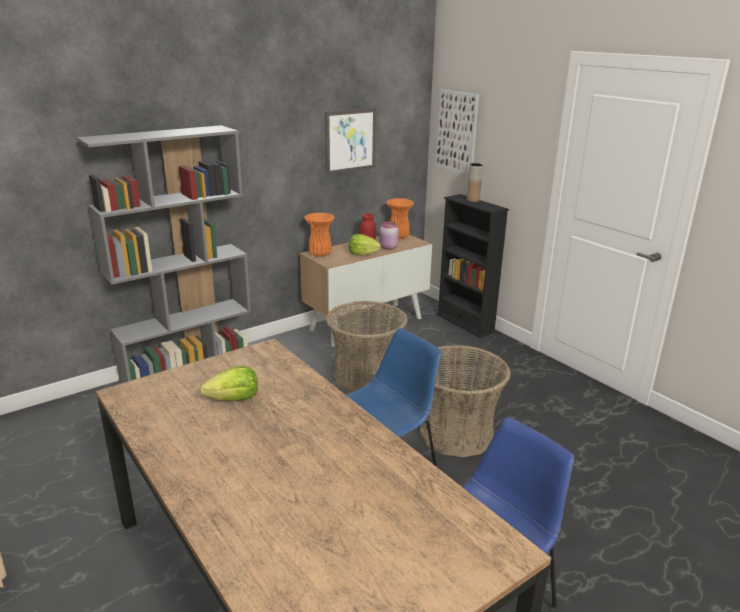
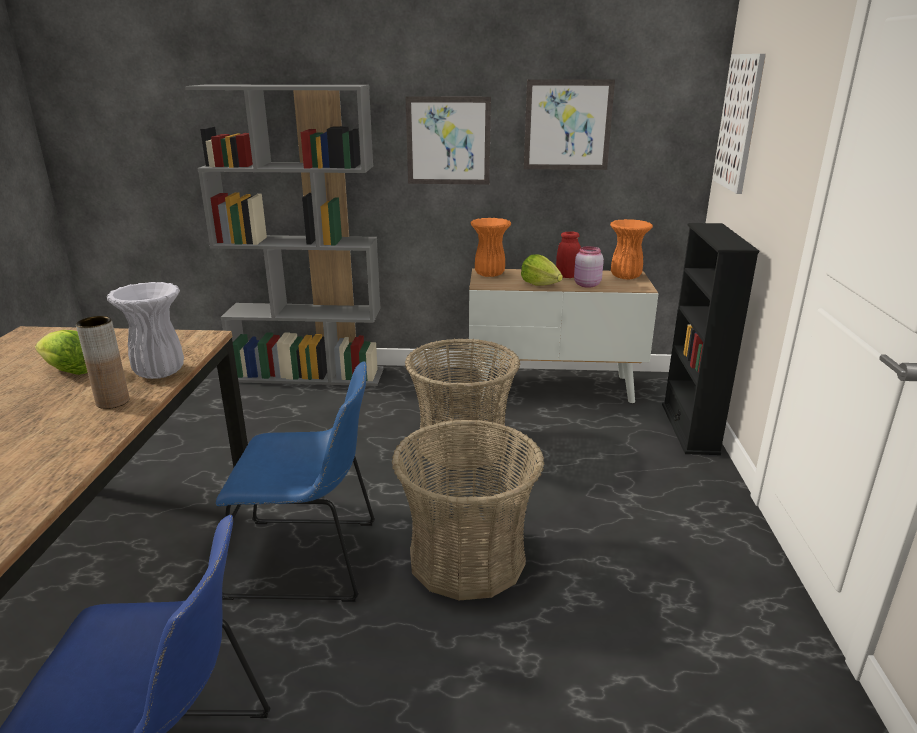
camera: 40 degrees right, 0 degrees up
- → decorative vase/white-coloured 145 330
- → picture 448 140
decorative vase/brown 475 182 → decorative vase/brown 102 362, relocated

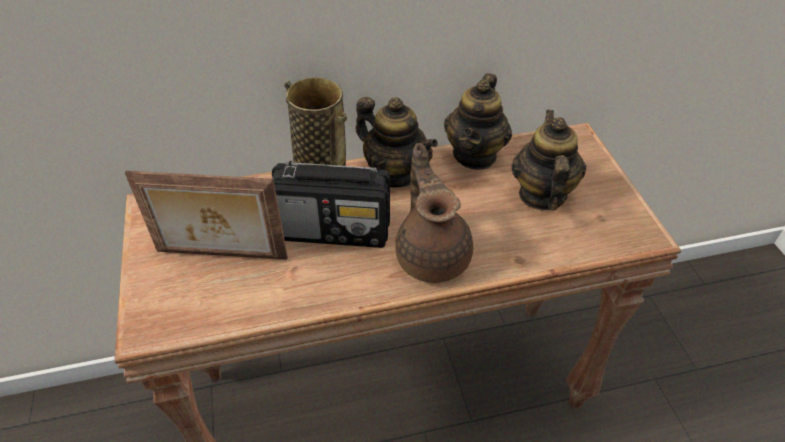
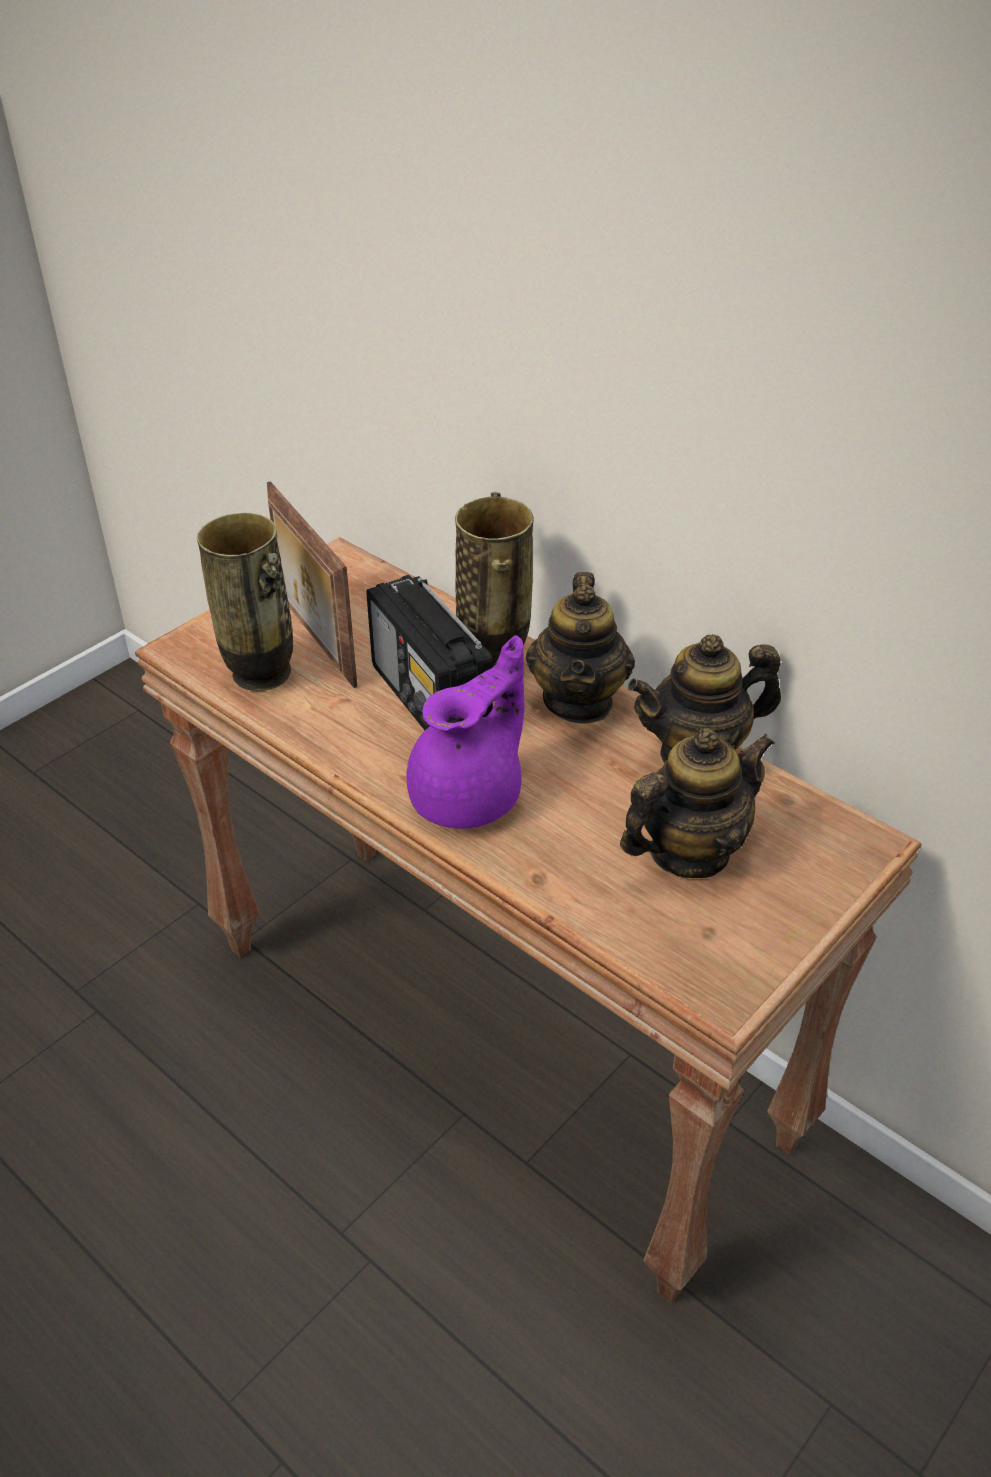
camera: 55 degrees right, 5 degrees down
- → decorative vase 245 602
teapot/brown 434 213 → teapot/purple 465 732

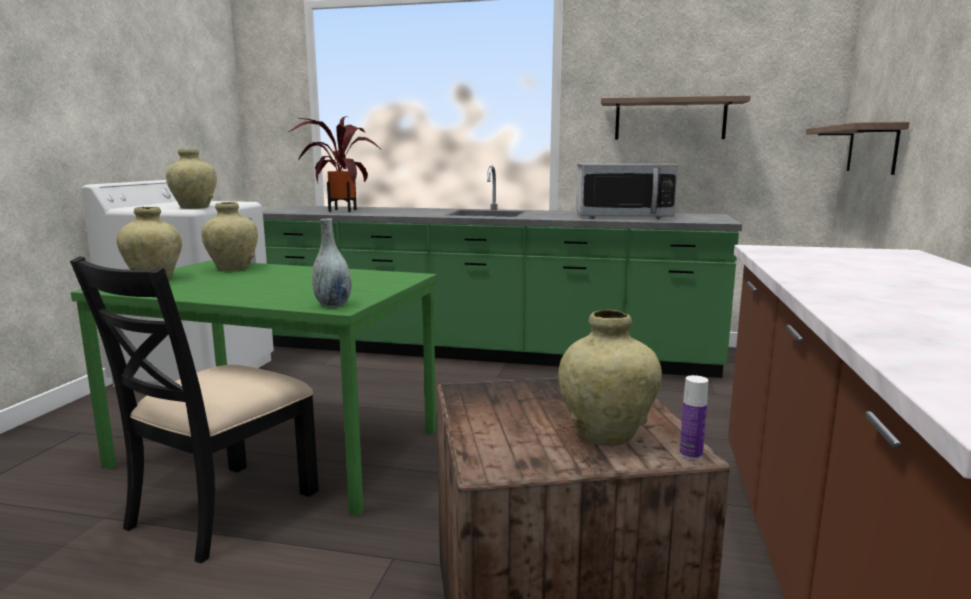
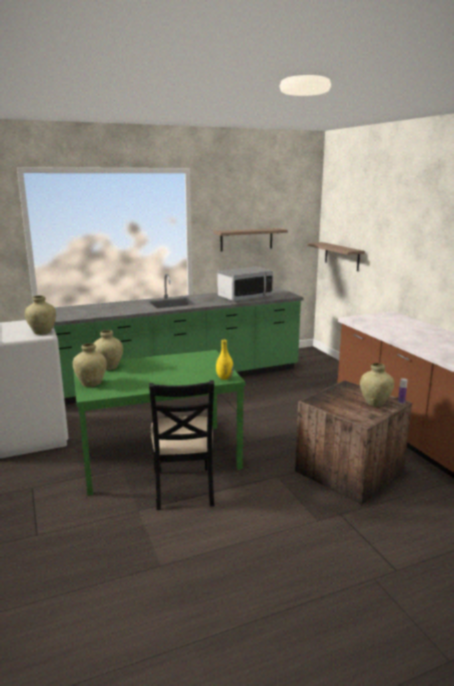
camera: 35 degrees left, 5 degrees up
houseplant 335 164 → -
decorative vase/grey 331 262 → decorative vase/yellowish 225 360

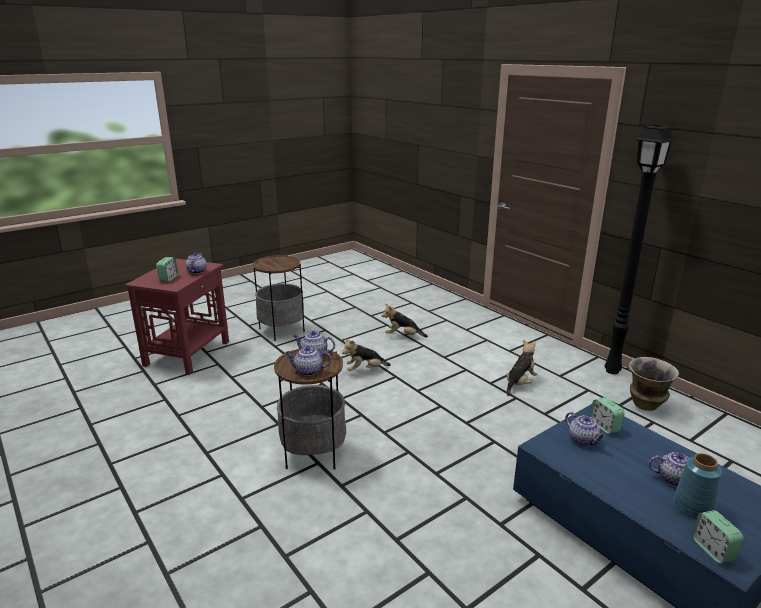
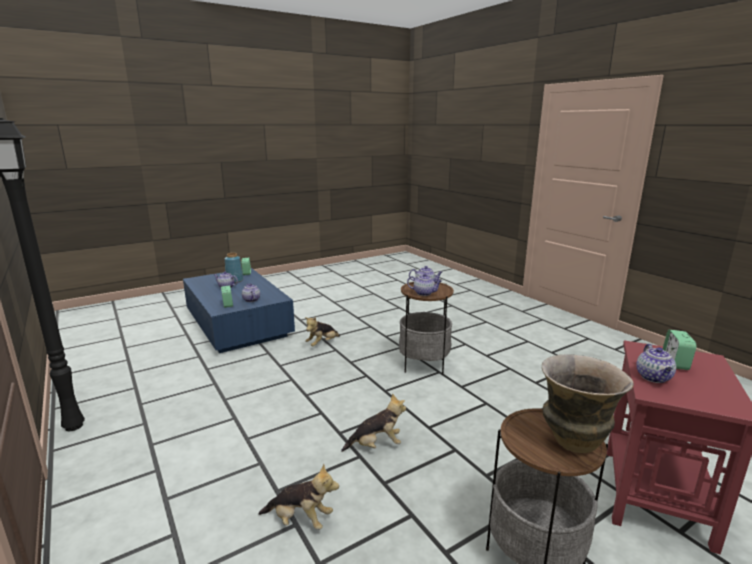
camera: 175 degrees left, 5 degrees down
plush toy 522 368 → plush toy 322 331, relocated
decorative vase 654 384 → decorative vase 588 403, relocated

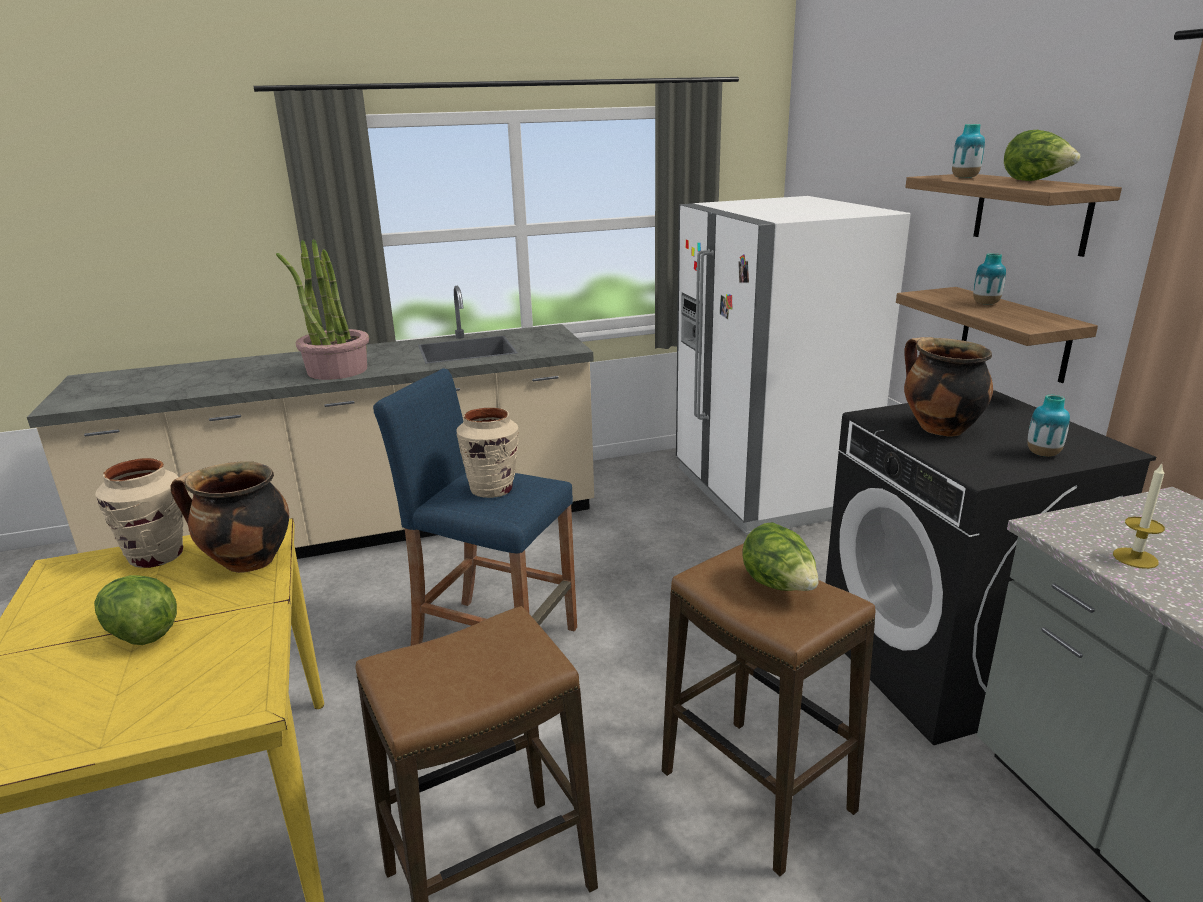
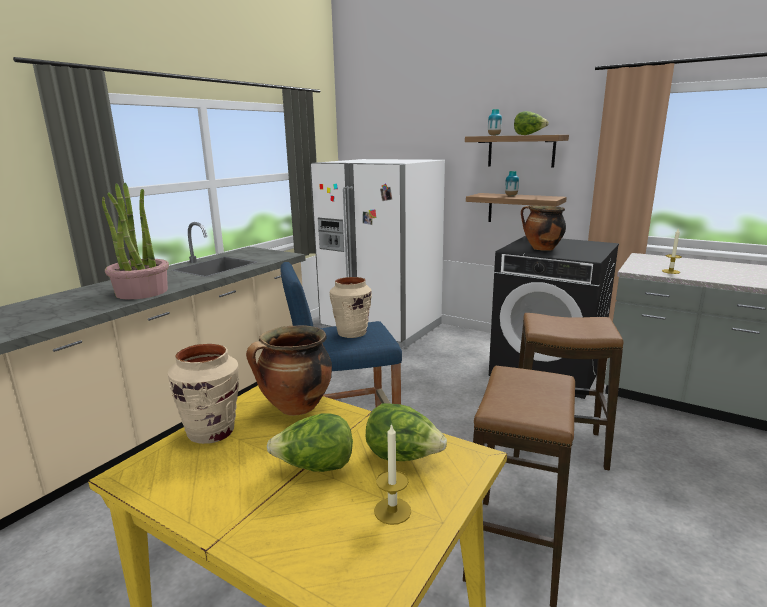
camera: 40 degrees left, 5 degrees down
decorative vase 1048 426 → -
- → wax light 392 474
head of lettuce 780 556 → head of lettuce 406 432, relocated

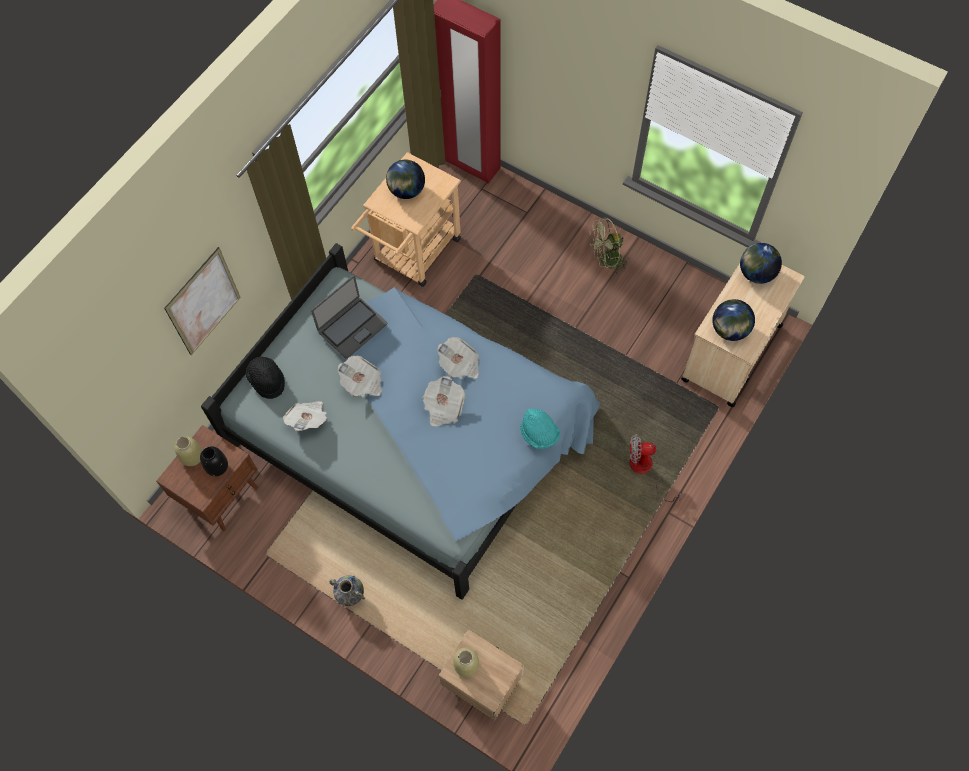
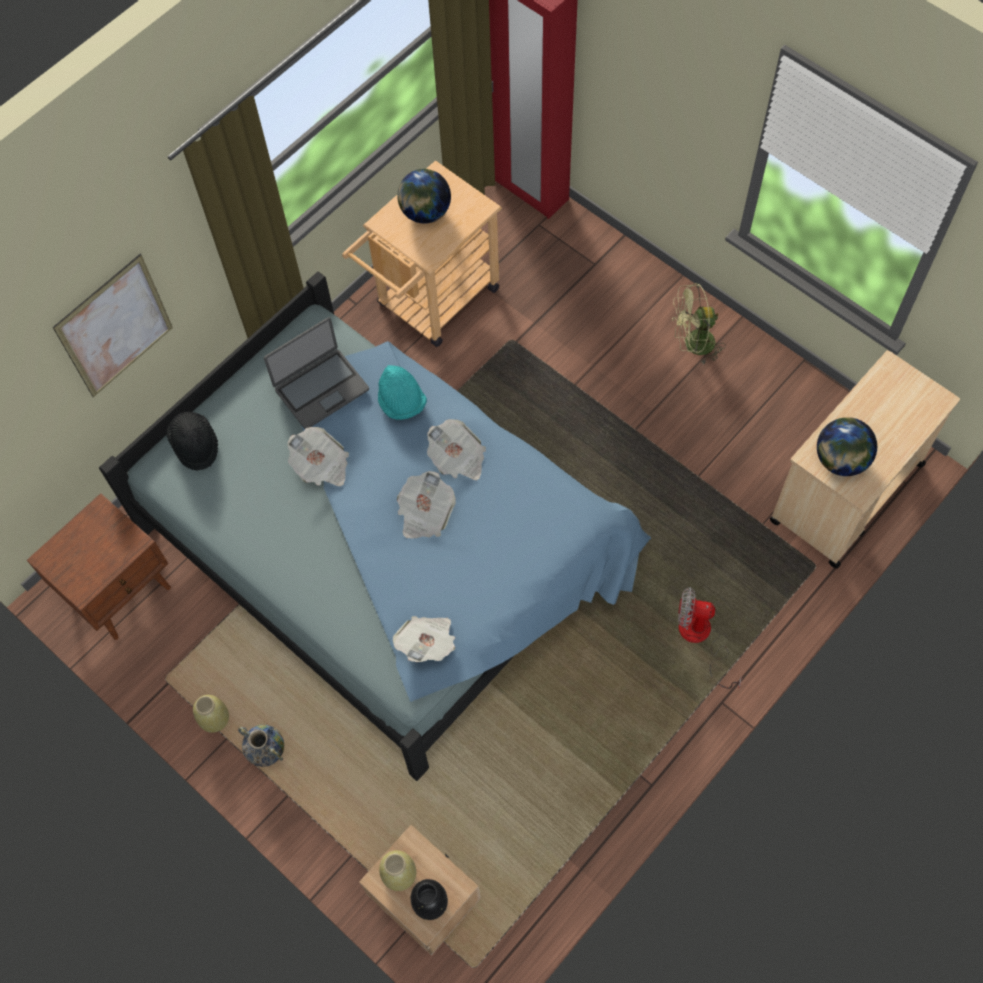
camera: 10 degrees right, 0 degrees up
globe 761 263 → -
decorative vase/beige-coloured 188 451 → decorative vase/beige-coloured 211 714, relocated
decorative vase/blackish 214 461 → decorative vase/blackish 429 899, relocated
daily paper 305 416 → daily paper 424 639, relocated
hat/blue-green 540 428 → hat/blue-green 402 392, relocated

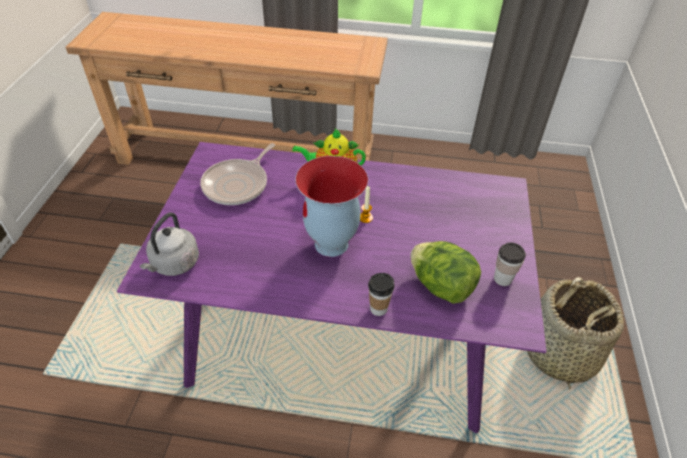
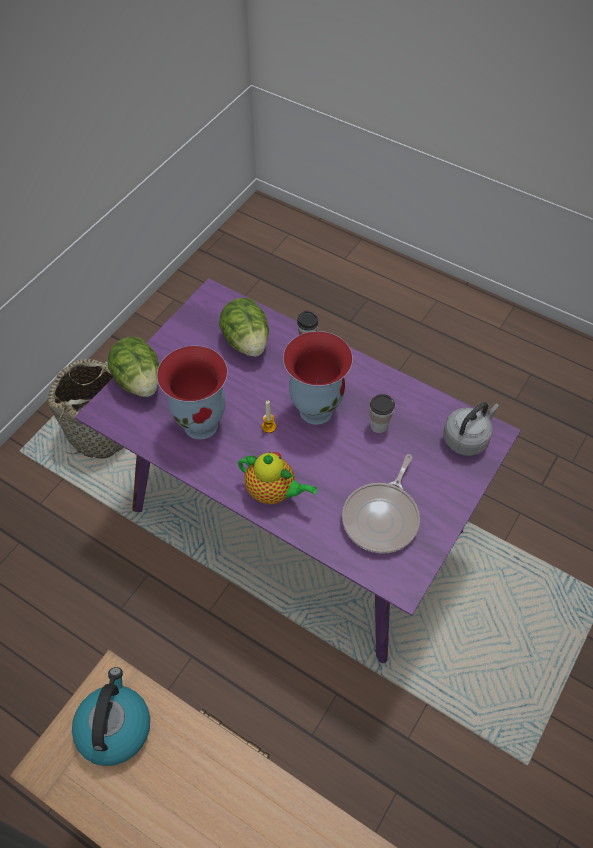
camera: 155 degrees left, 10 degrees up
- → kettle 111 716
- → head of lettuce 133 367
- → decorative vase 192 392
small cup 510 264 → small cup 382 413, relocated
pan 237 174 → pan 381 504, 150 degrees clockwise

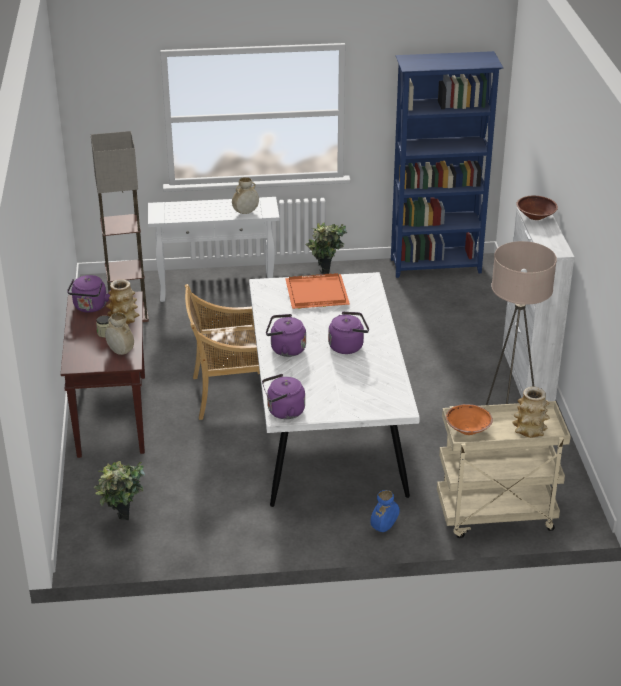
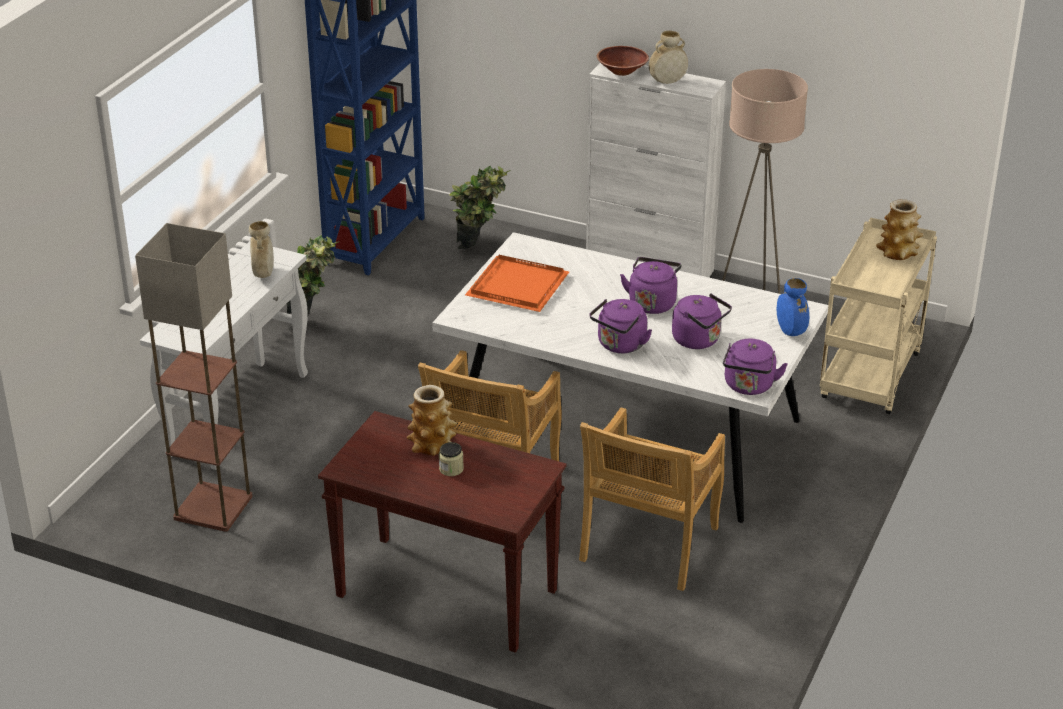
camera: 60 degrees left, 0 degrees up
serving bowl/orange-coloured 469 419 → -
- → chair/beige-coloured 652 499
kettle/purple 89 294 → kettle/purple 702 321, relocated
houseplant 119 490 → houseplant 480 207, relocated
decorative vase/beige-coloured 119 333 → decorative vase/beige-coloured 668 57, relocated
decorative vase/blue 385 511 → decorative vase/blue 793 307, relocated

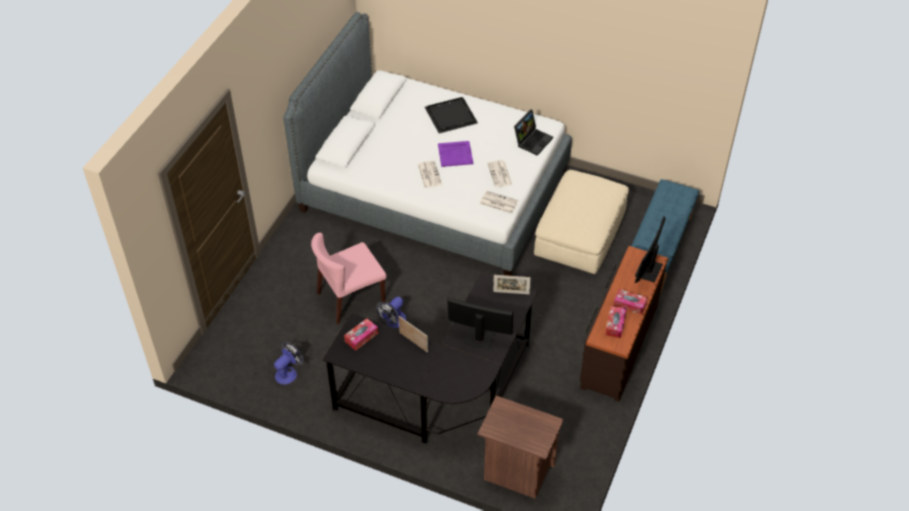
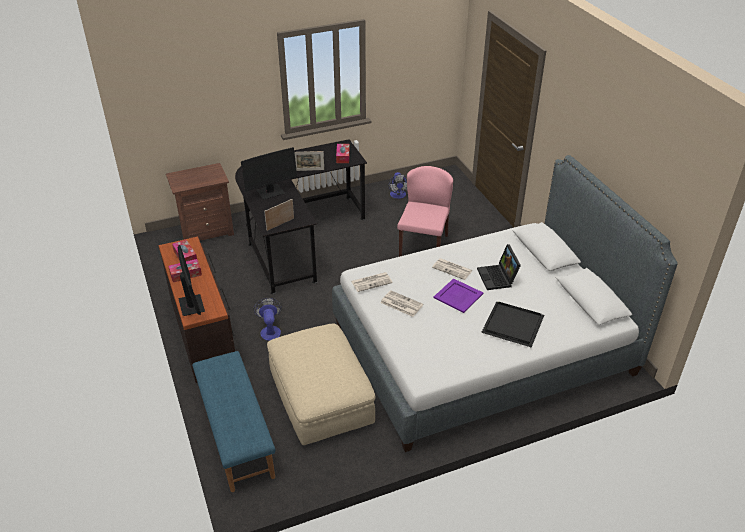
camera: 135 degrees right, 10 degrees down
cooling fan 391 312 → cooling fan 268 319, relocated
portable computer 533 132 → portable computer 499 267, relocated

